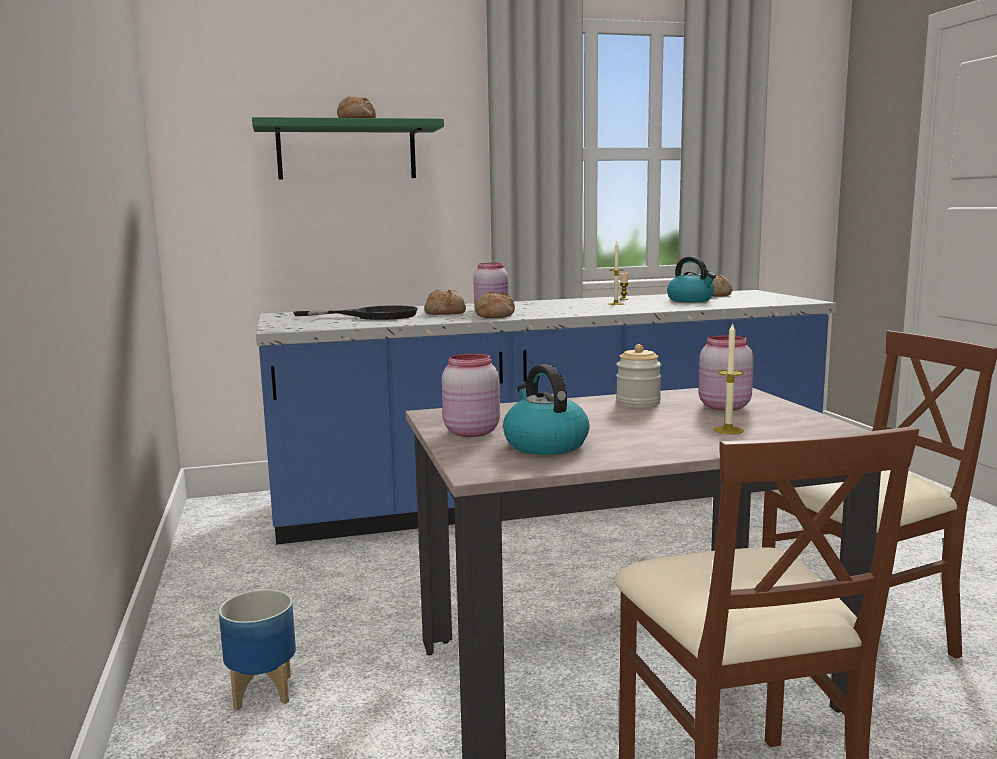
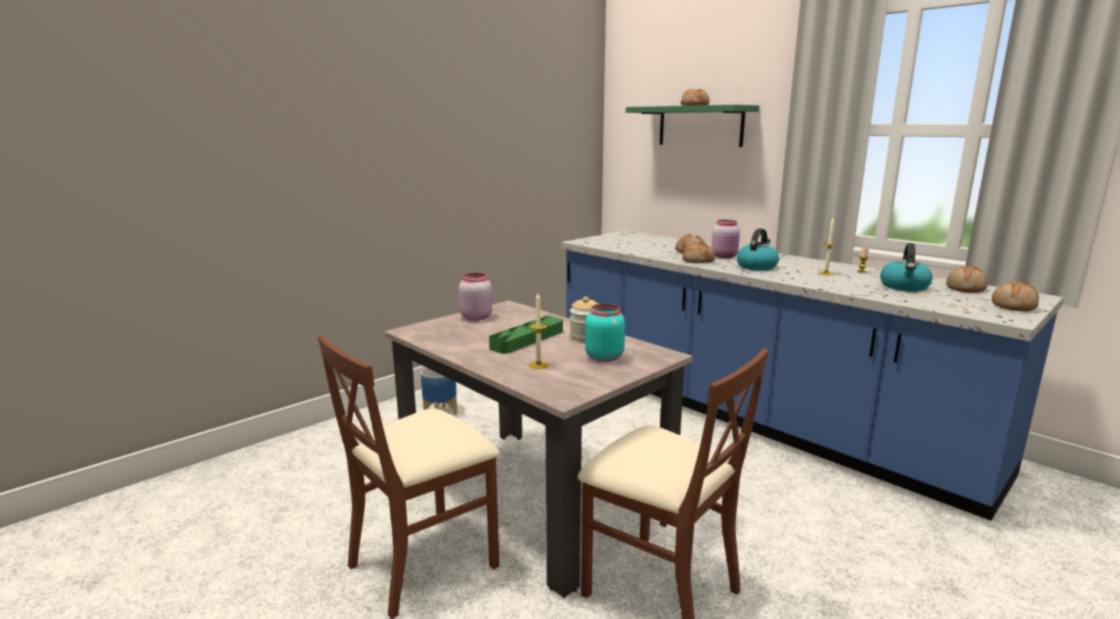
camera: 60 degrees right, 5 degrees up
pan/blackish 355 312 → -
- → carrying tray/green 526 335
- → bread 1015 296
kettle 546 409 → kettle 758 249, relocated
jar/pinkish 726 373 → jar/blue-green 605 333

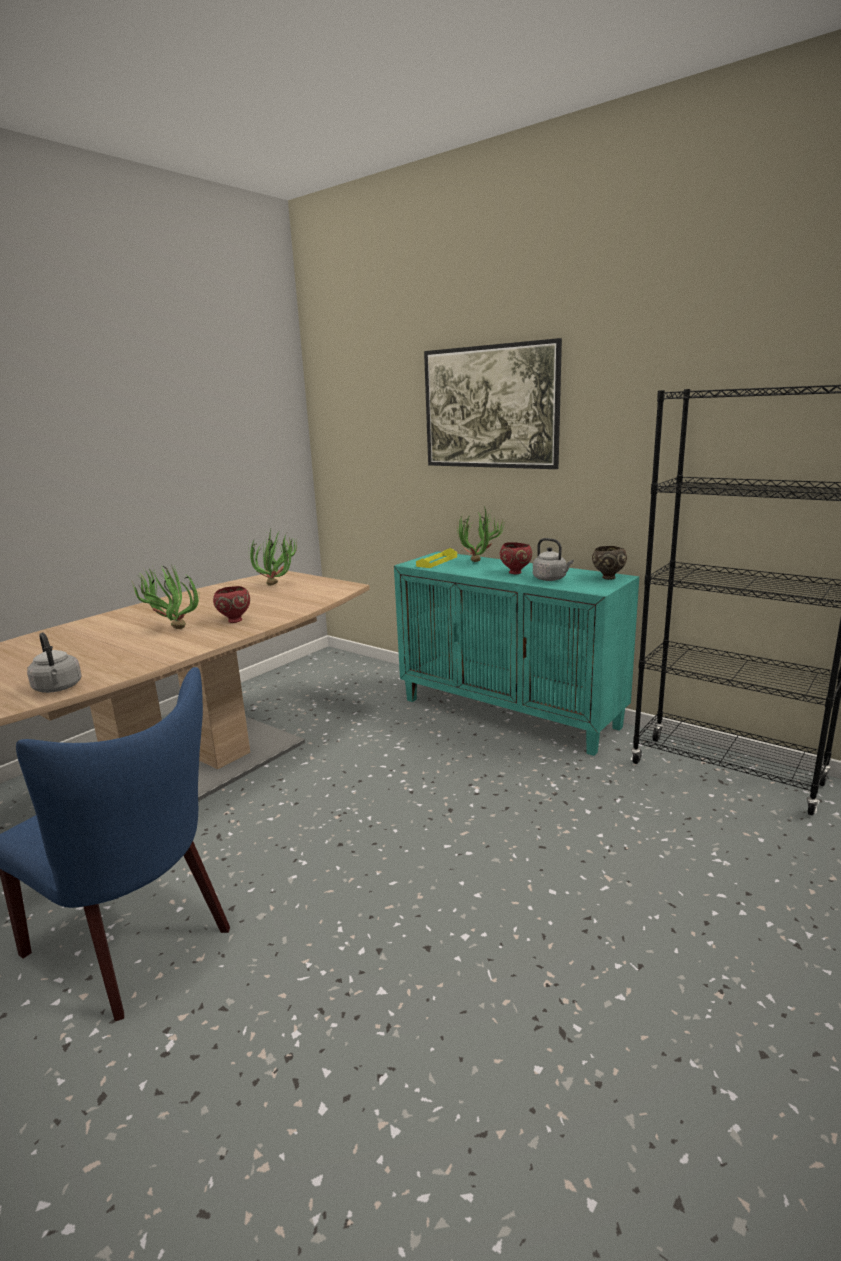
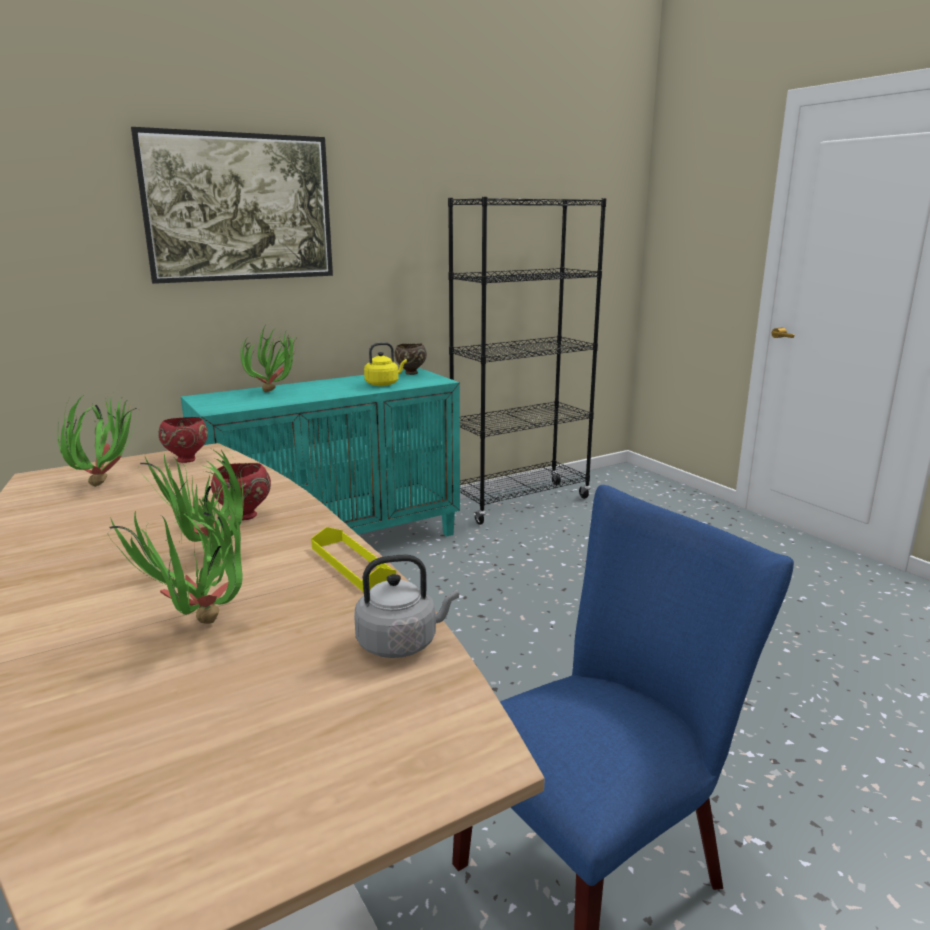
camera: 70 degrees left, 0 degrees up
- → houseplant 175 561
carrying tray/yellowish 436 558 → carrying tray/yellowish 353 559, relocated
serving bowl/red-coloured 516 558 → serving bowl/red-coloured 183 440, relocated
kettle/grey 553 559 → kettle/yellowish 385 364

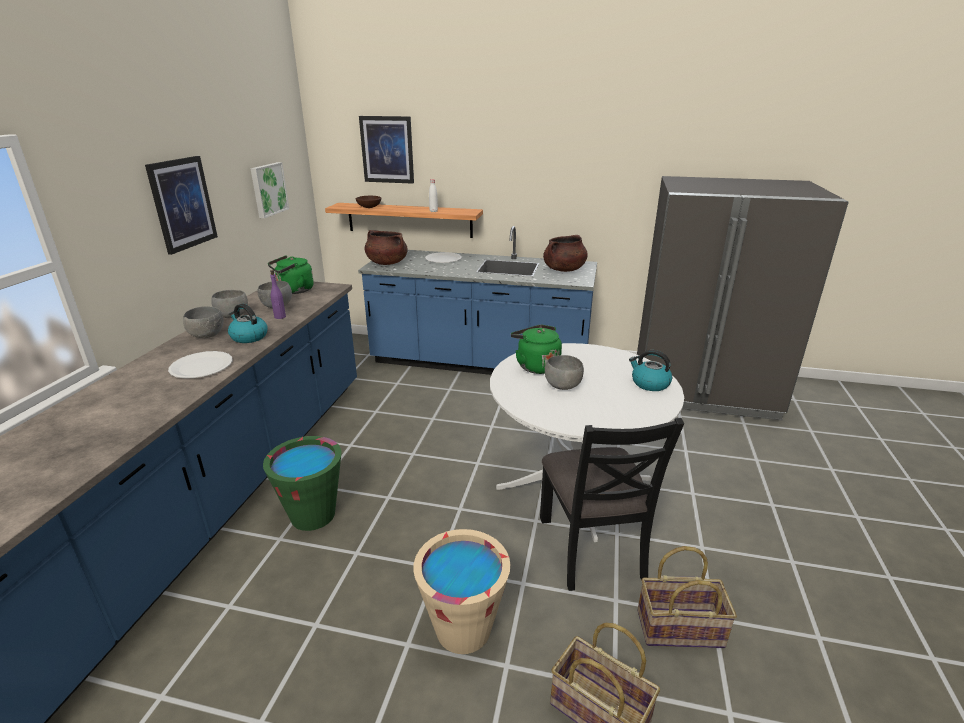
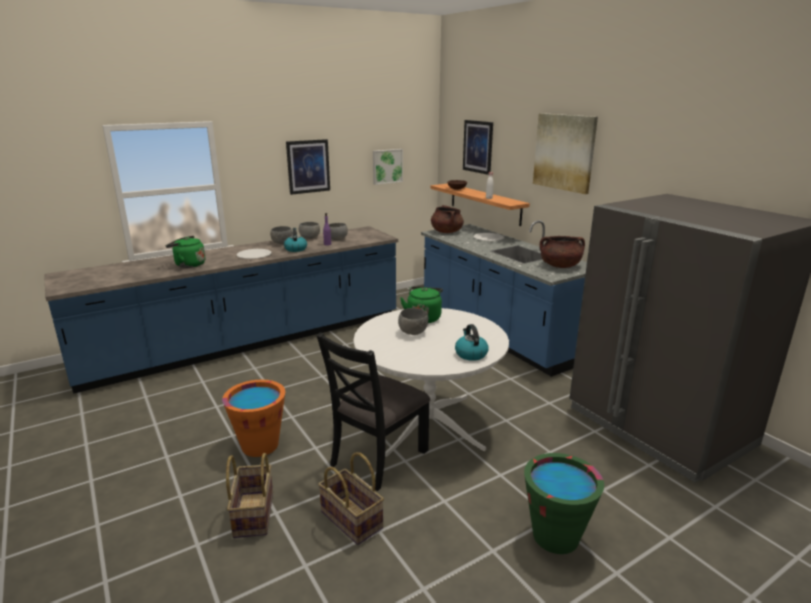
camera: 45 degrees right, 5 degrees down
- → picture 565 153
bucket/green 302 483 → bucket/green 564 503, relocated
kettle/green 291 274 → kettle/green 185 252, relocated
bucket/beige-coloured 461 591 → bucket/orange-coloured 253 418

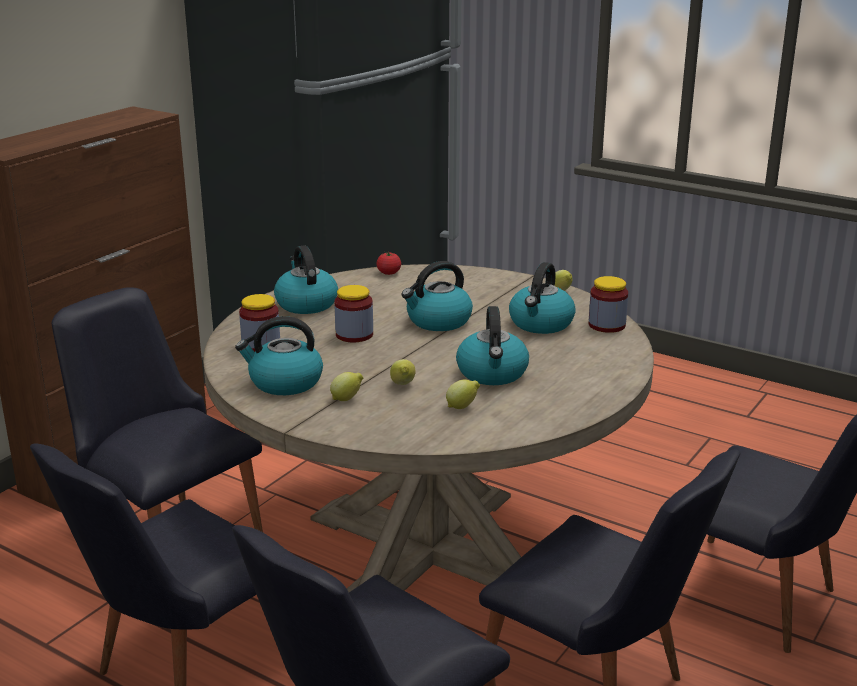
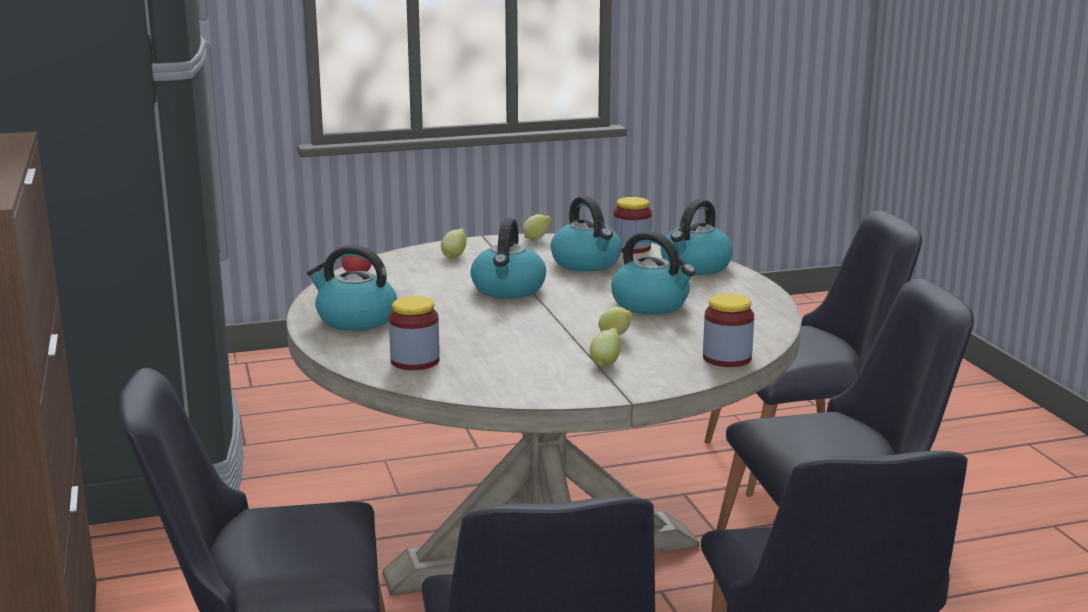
camera: 50 degrees left, 5 degrees down
kettle 279 355 → kettle 696 237, relocated
jar 353 313 → jar 728 330, relocated
whole lemon 463 394 → whole lemon 454 243, relocated

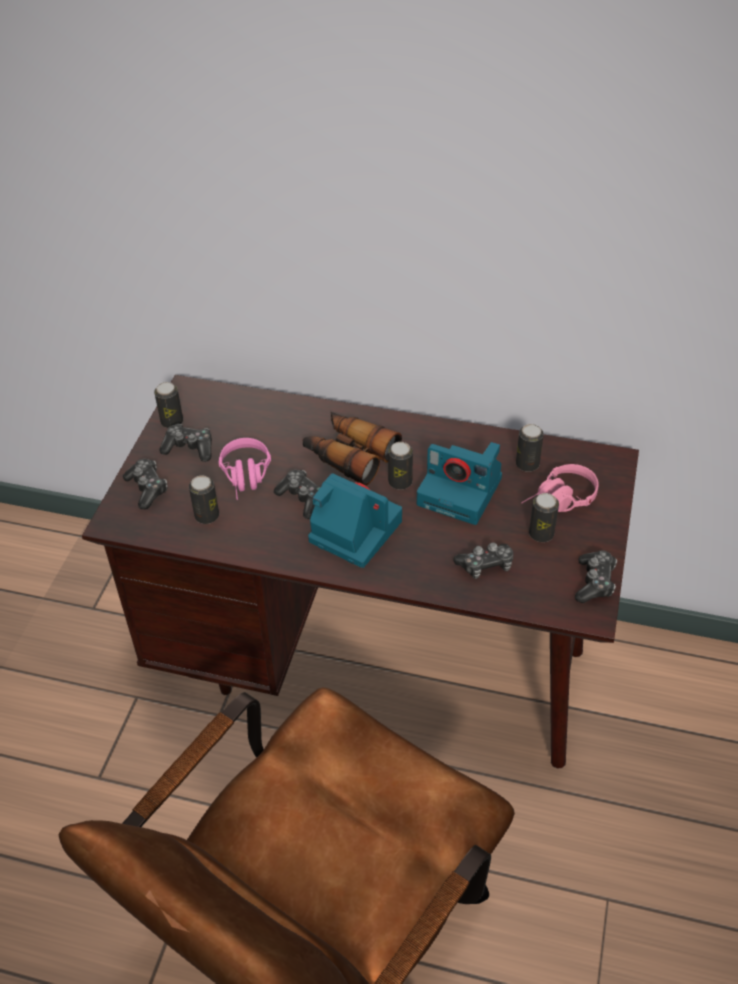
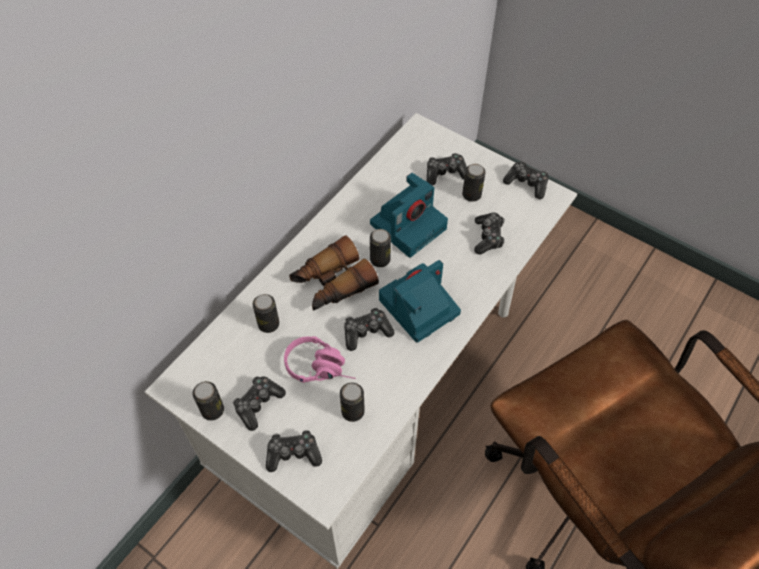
camera: 70 degrees left, 10 degrees up
sealed can 530 448 → sealed can 266 313, relocated
headset/pinkish 560 488 → game controller 447 169
desk table/brown 360 572 → desk table/white-coloured 361 341

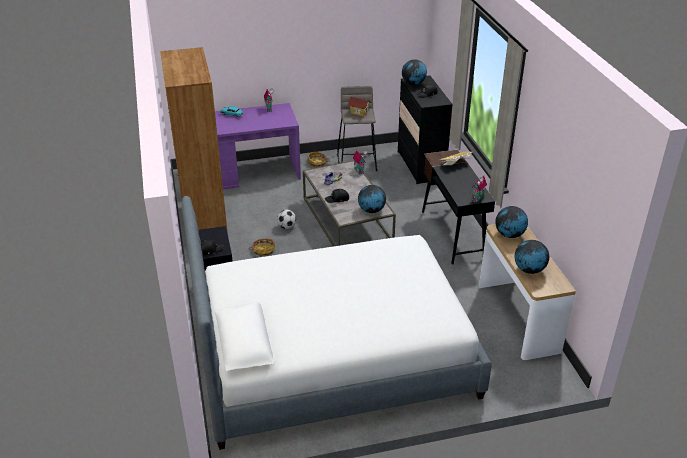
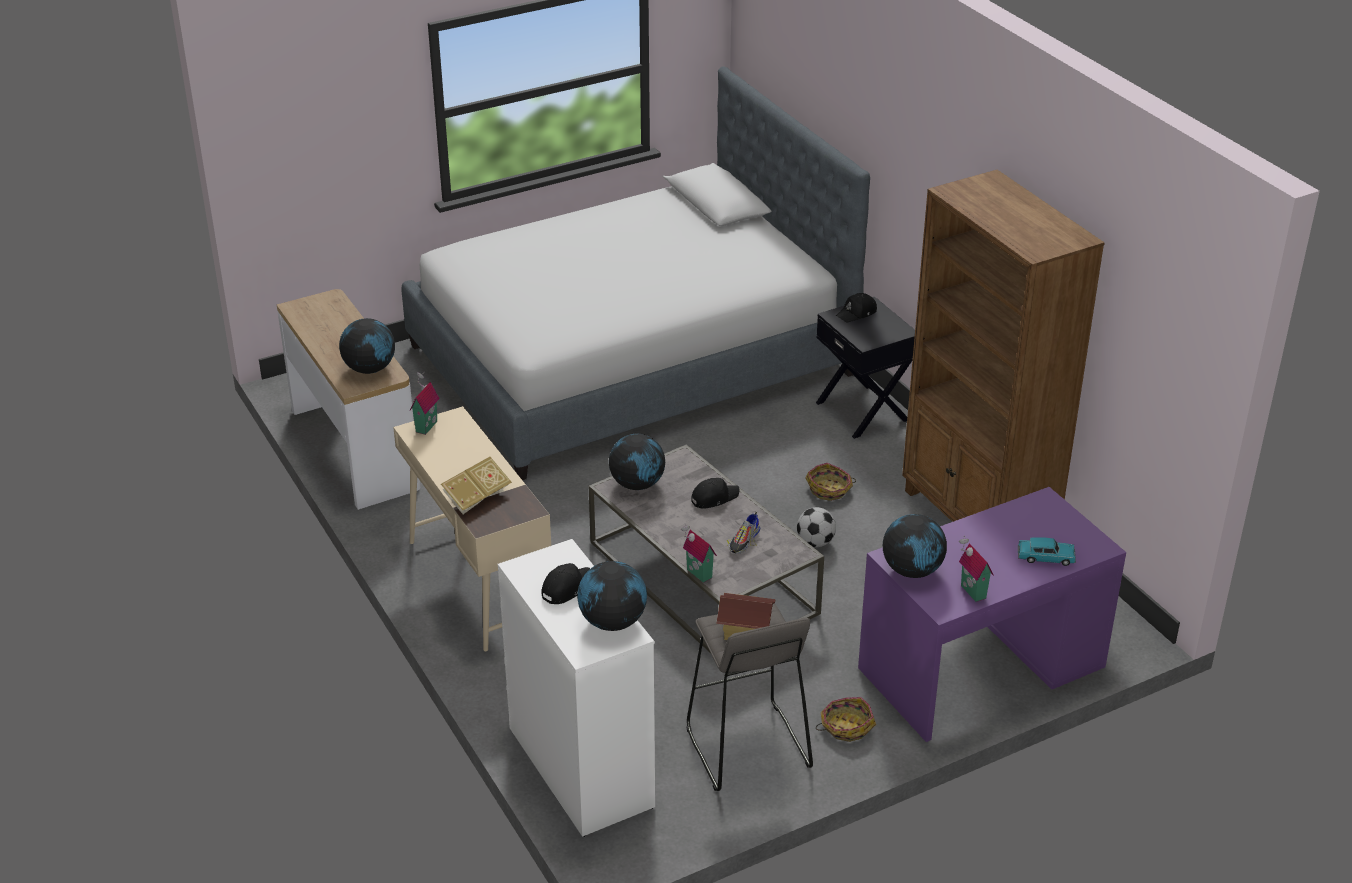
camera: 165 degrees right, 0 degrees up
globe 532 257 → globe 915 546, relocated
drawer chest/blackish 425 129 → drawer chest/white-coloured 576 688
desk table/blackish 458 207 → desk table/beige-coloured 472 528

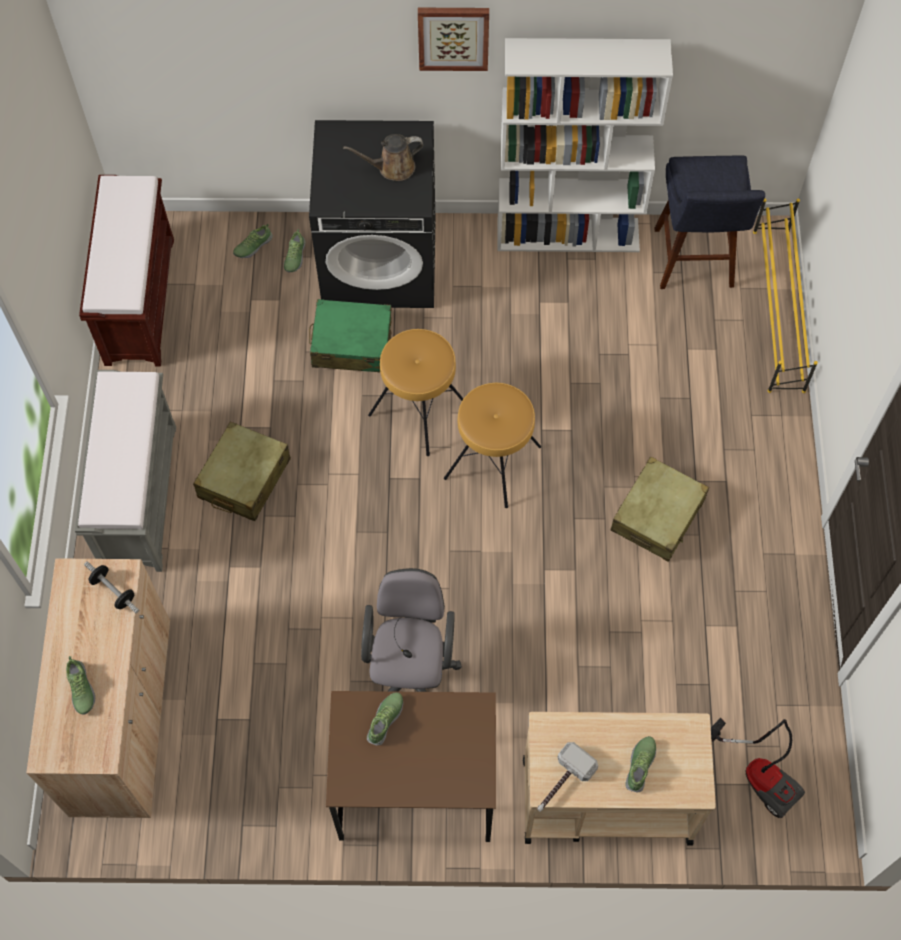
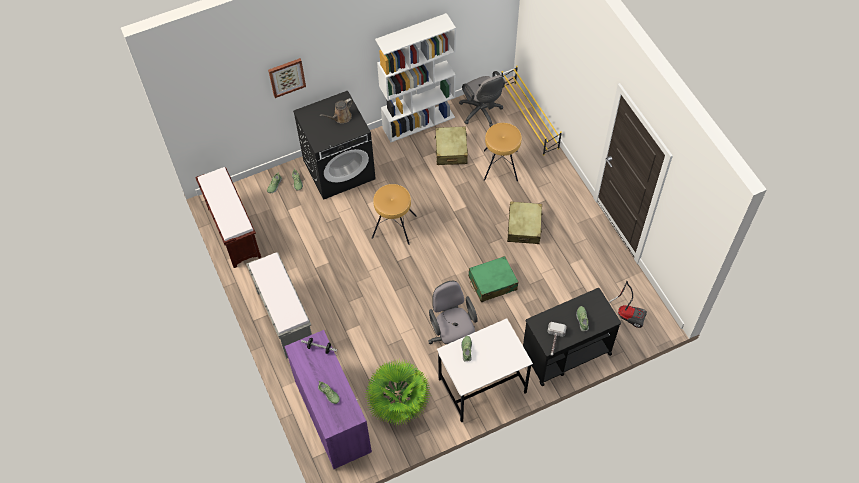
camera: 25 degrees left, 5 degrees down
- → houseplant 397 393
travel case/beige-coloured 242 471 → travel case/beige-coloured 451 145, relocated
travel case/green 350 335 → travel case/green 493 279, relocated
picture 453 39 → picture 287 78, relocated
stool seat/brown 492 445 → stool seat/brown 503 152, relocated
stool seat/blue 709 222 → office chair/grey 482 99
cupboard/beige-coloured 98 688 → cupboard/purple 328 399
desk table/brown 411 766 → desk table/white-coloured 485 370
wheeled cart/beige-coloured 619 779 → wheeled cart/blackish 572 337

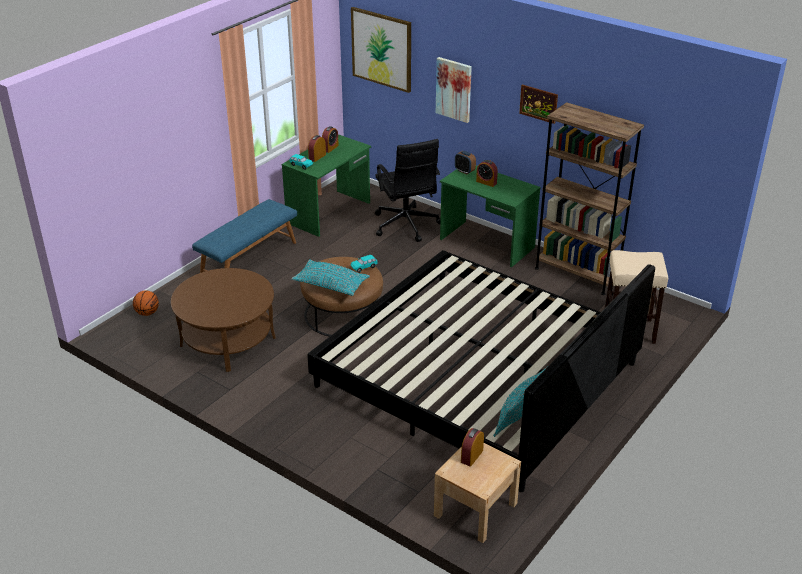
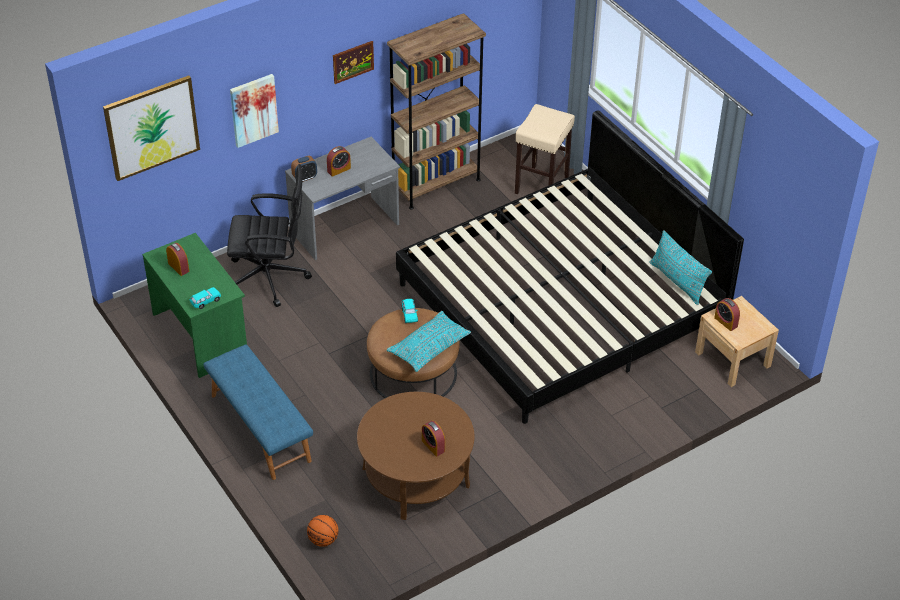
camera: 70 degrees left, 10 degrees up
alarm clock 317 148 → alarm clock 433 438, relocated
desk table/green 490 216 → desk table/grey 342 198

